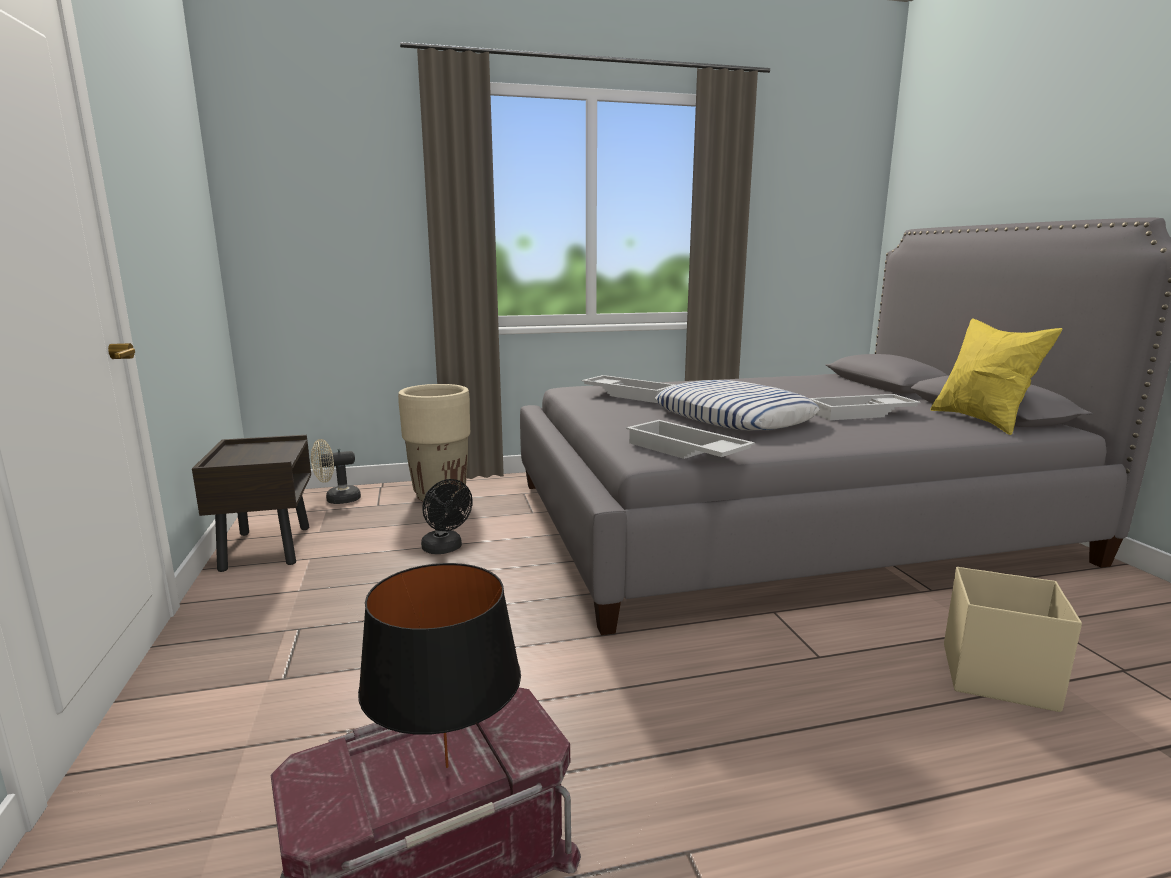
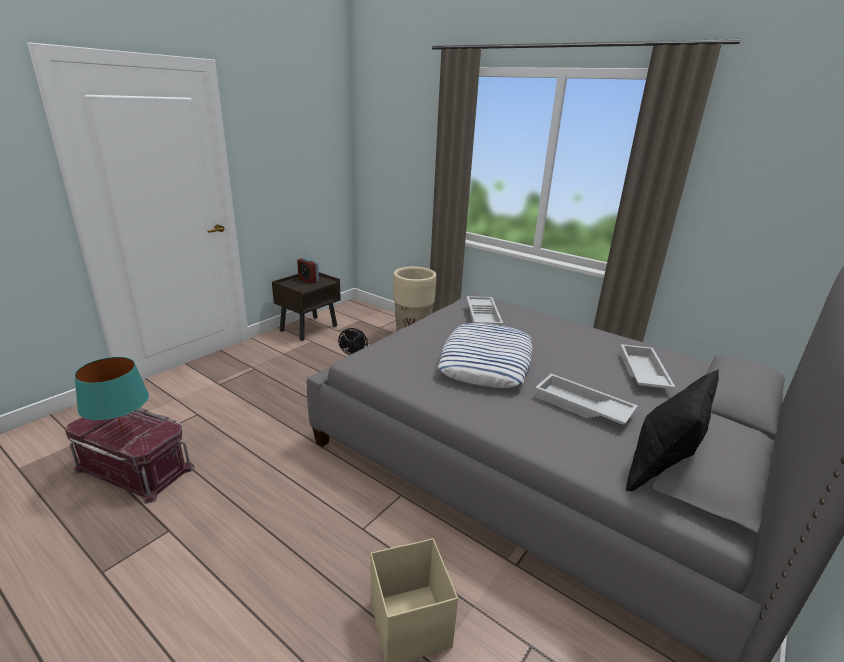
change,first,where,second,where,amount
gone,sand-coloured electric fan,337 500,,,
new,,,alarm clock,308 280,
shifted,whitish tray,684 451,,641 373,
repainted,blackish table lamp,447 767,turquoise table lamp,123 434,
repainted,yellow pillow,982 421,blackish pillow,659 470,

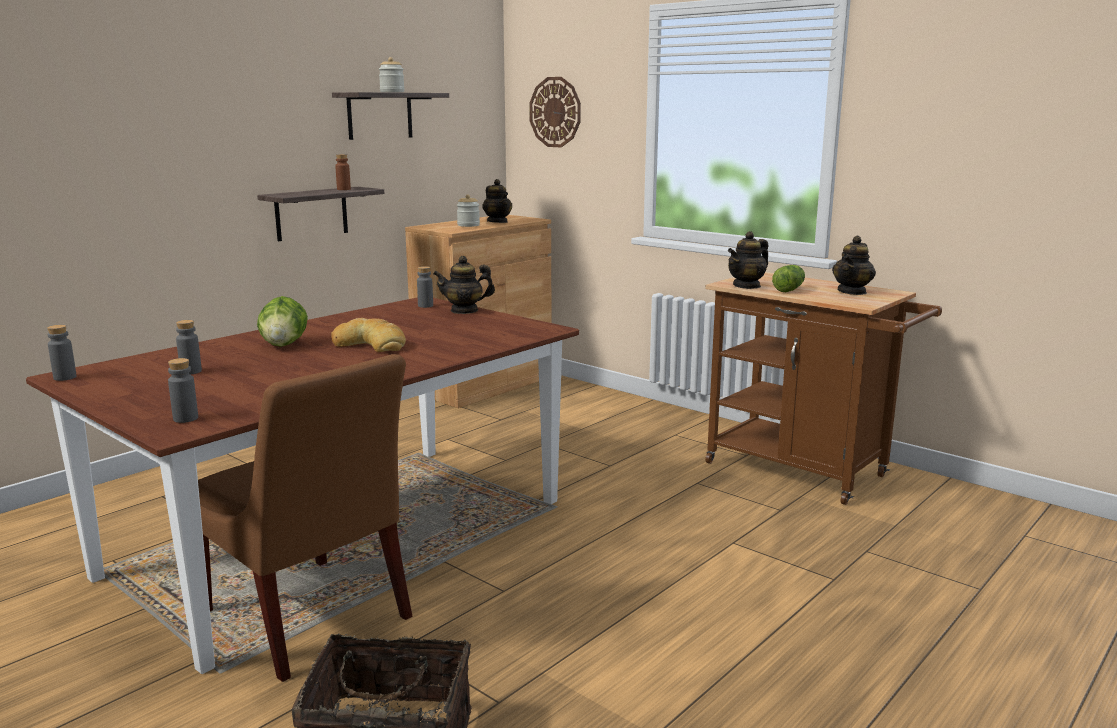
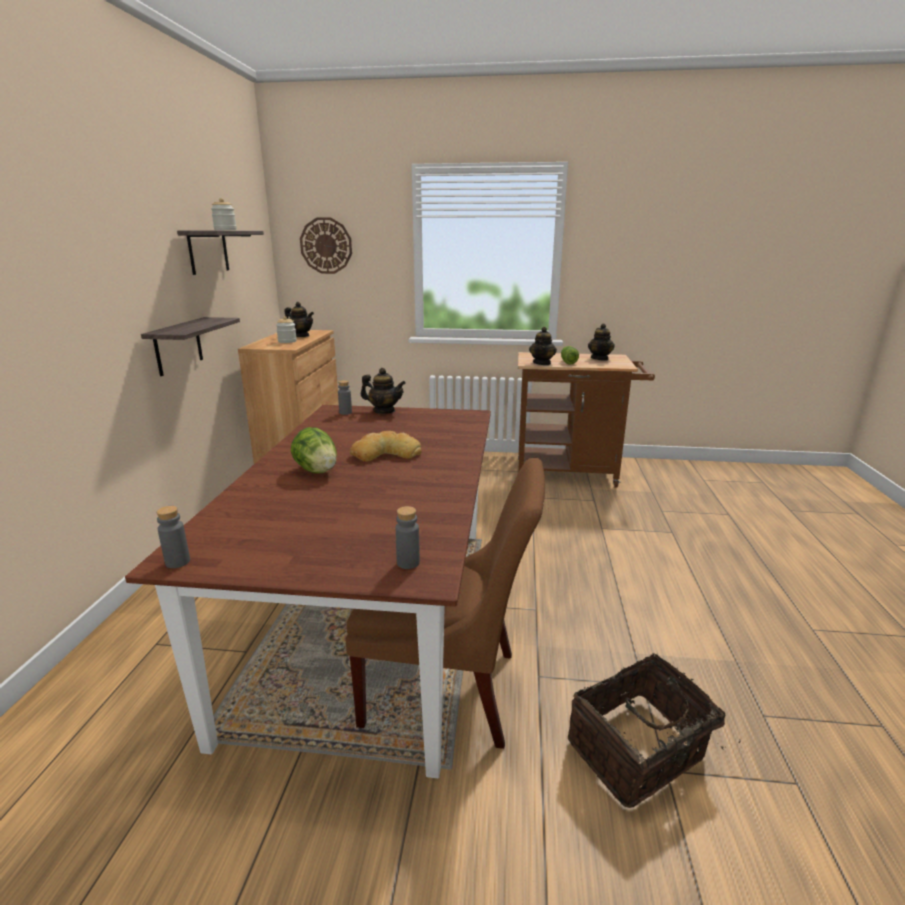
change,first,where,second,where,amount
gone,gray drink bottle,191 371,,,
gone,brown drink bottle,343 189,,,
rotated,tea pot,464 310,,384 411,120 degrees counterclockwise

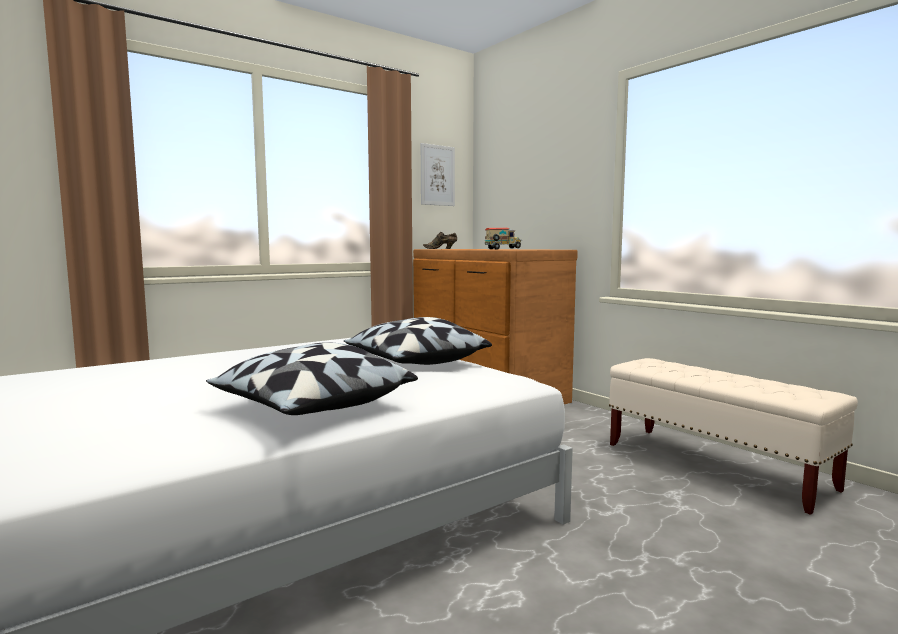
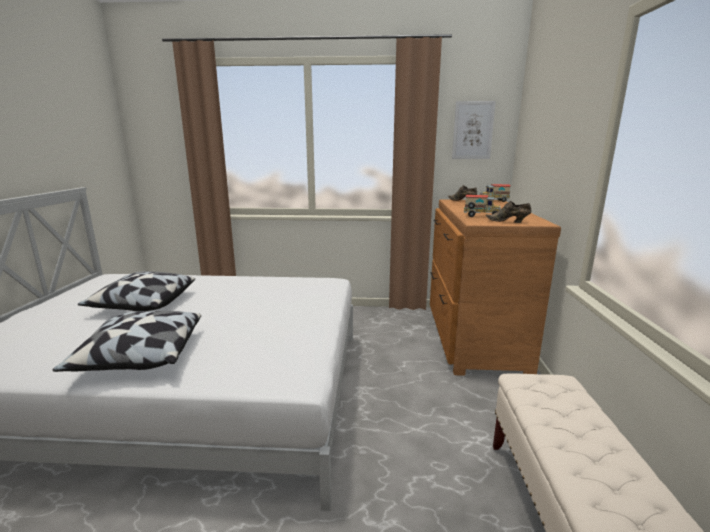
change,first,where,second,where,amount
new,,,toy truck,493 201,
new,,,brown item of footwear,508 222,
shifted,pillow,415 363,,143 304,

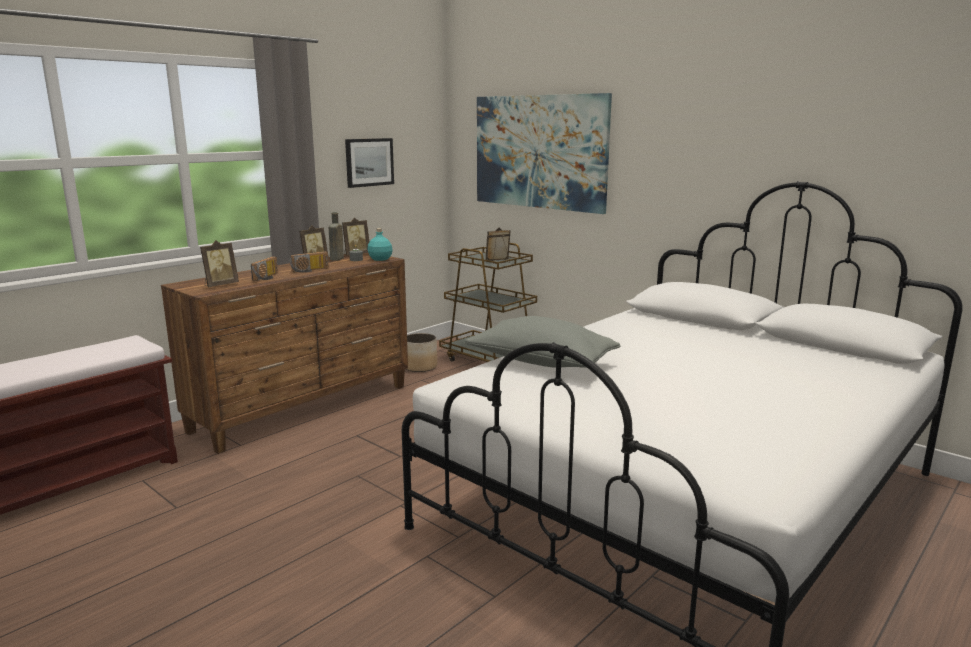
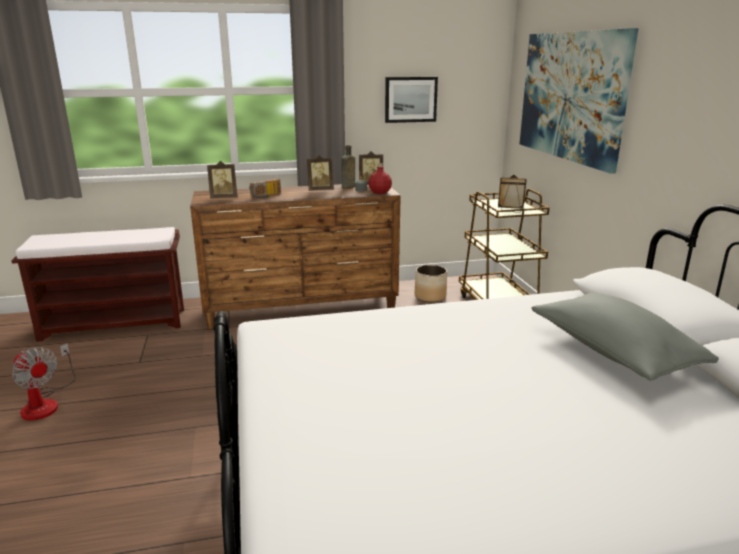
change,first,where,second,where,amount
gone,radio set,310 270,,,
new,,,electric fan,45 403,
shifted,gray pillow,541 363,,612 353,
repainted,turquoise drink bottle,380 259,reddish drink bottle,380 192,

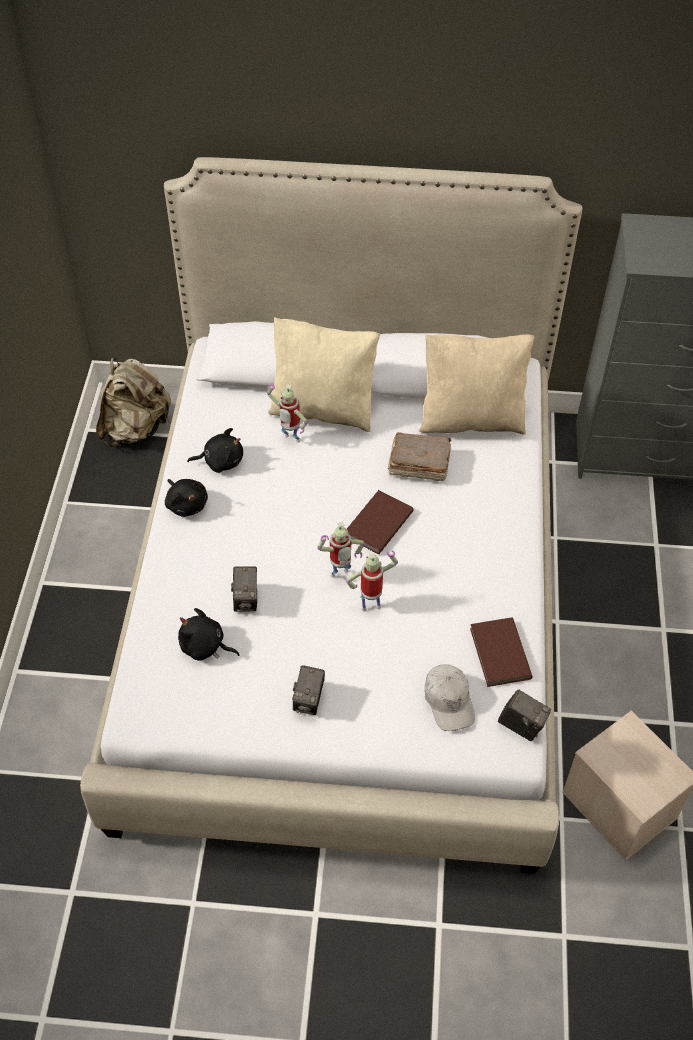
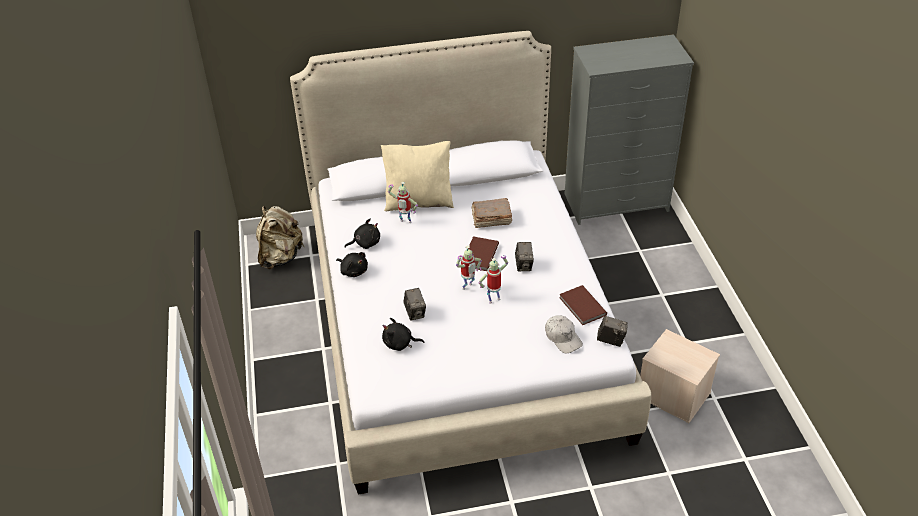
change,first,where,second,where,amount
gone,sand-coloured pillow,471 418,,,
shifted,photo camera,309 700,,524 265,

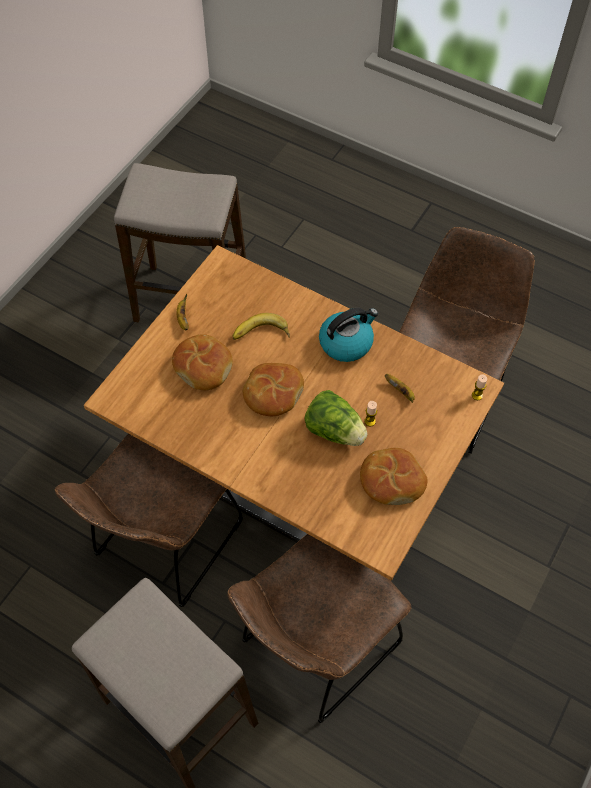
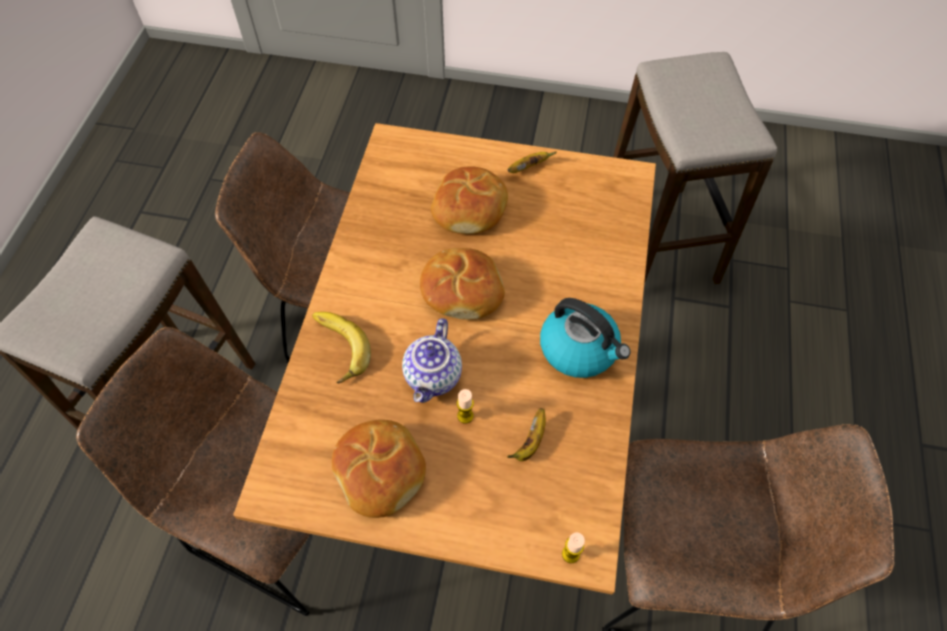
change,first,where,second,where,amount
shifted,banana fruit,261 335,,336 348,
swapped,head of lettuce,334 430,tea pot,434 377,

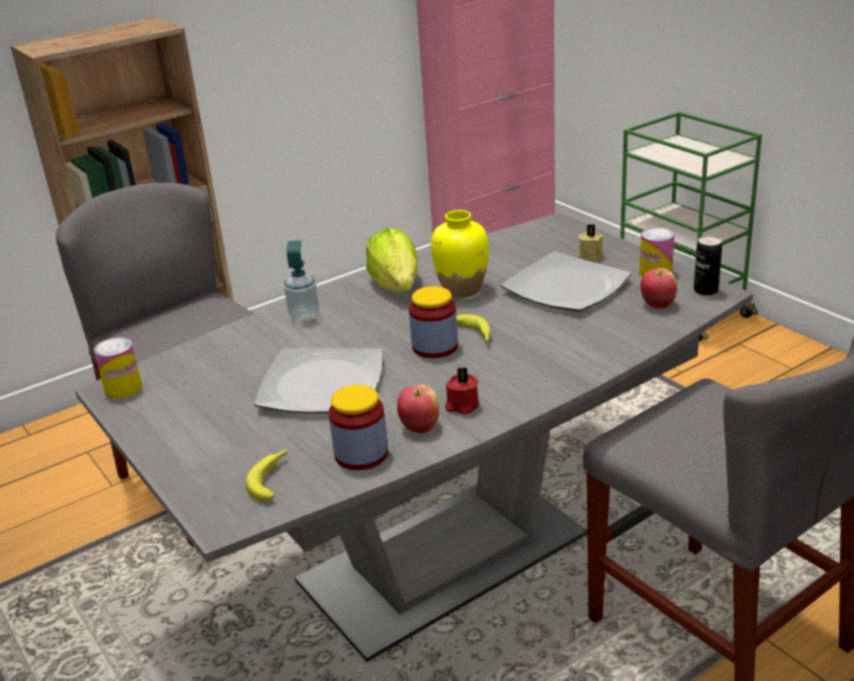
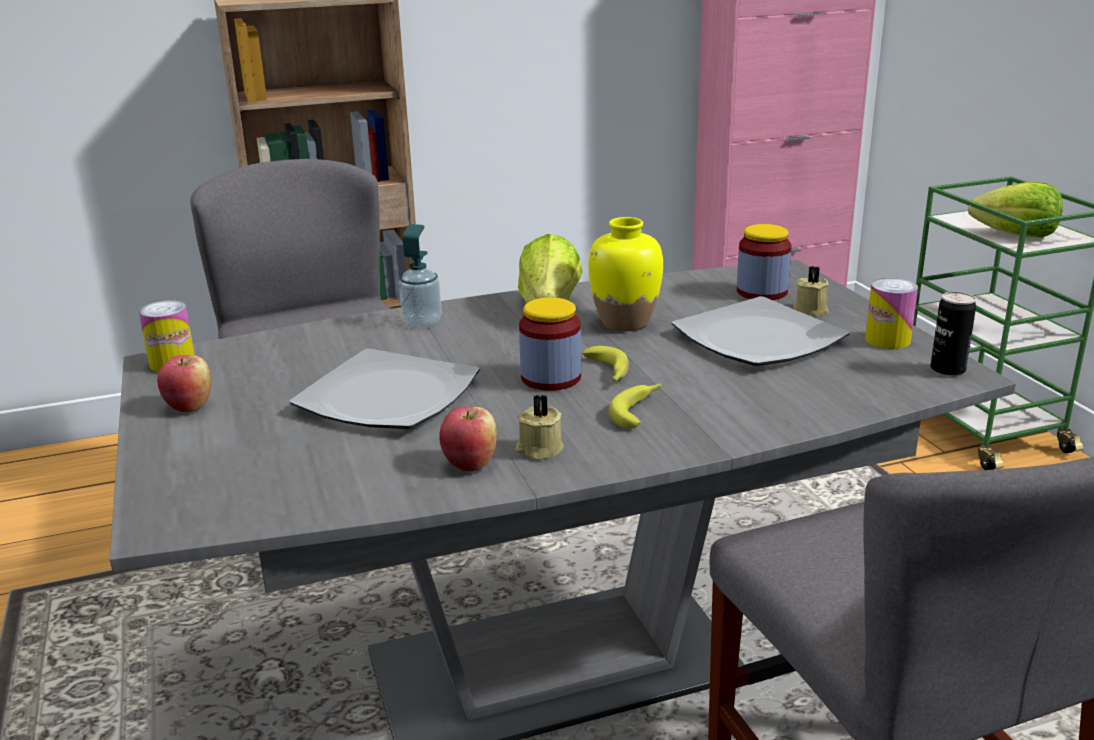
change,first,where,second,where,amount
new,,,head of lettuce,1016 235,
shifted,banana fruit,272 479,,639 410,
shifted,preserve jar,361 454,,762 292,
shifted,whole apple,658 304,,189 407,
repainted,reddish wax light,462 406,sand-coloured wax light,539 449,

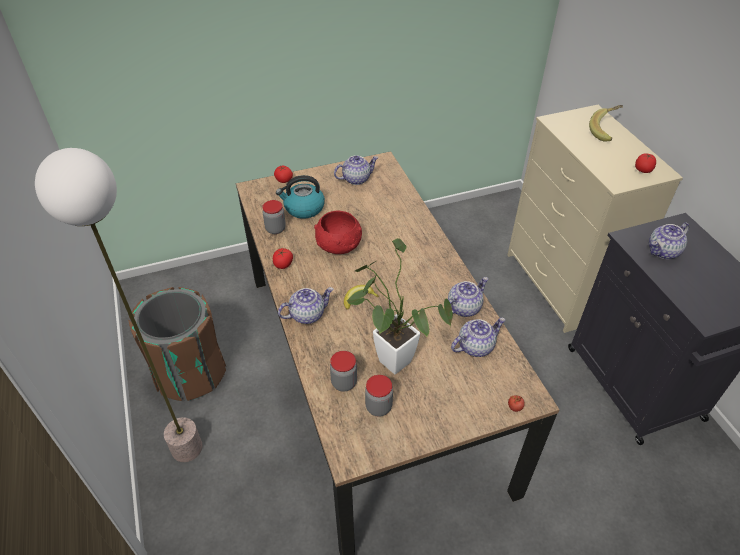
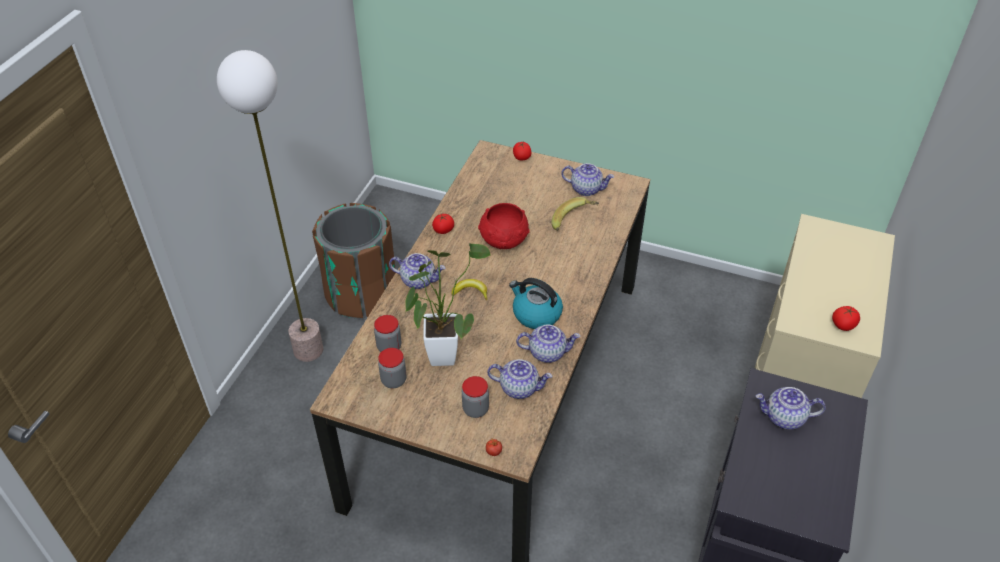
change,first,where,second,where,amount
shifted,preserve jar,275 229,,475 409,
shifted,tea kettle,303 208,,536 314,
shifted,banana fruit,606 131,,574 222,

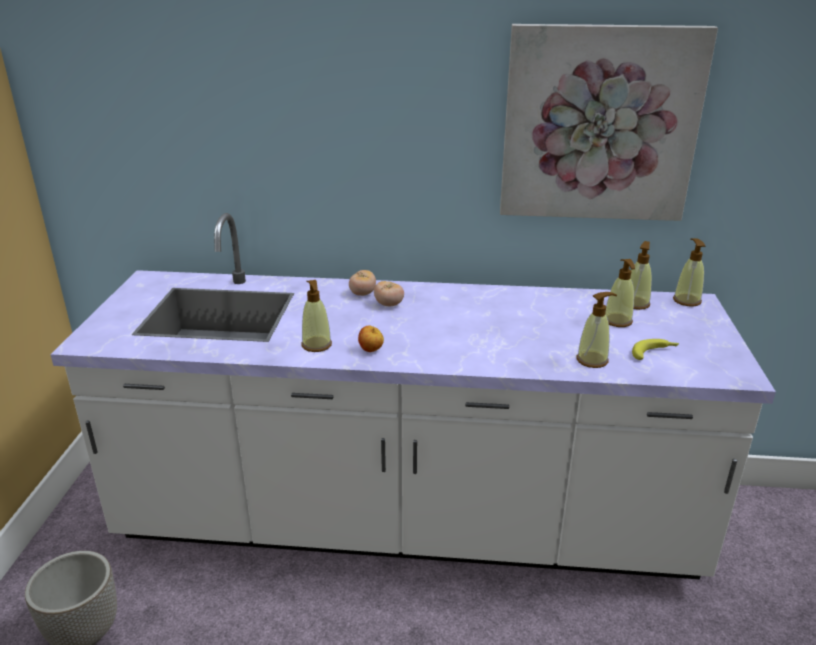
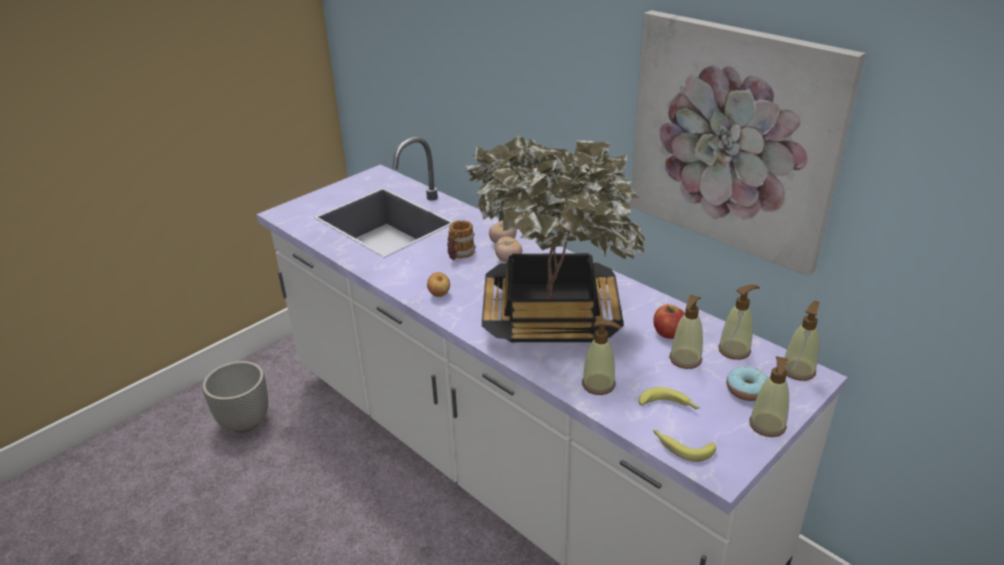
change,first,where,second,where,amount
new,,,tea mug,459 255,
new,,,houseplant,550 318,
new,,,whole apple,668 333,
new,,,banana fruit,681 447,
new,,,ring doughnut,747 390,
shifted,liquid soap bottle,316 345,,767 425,

